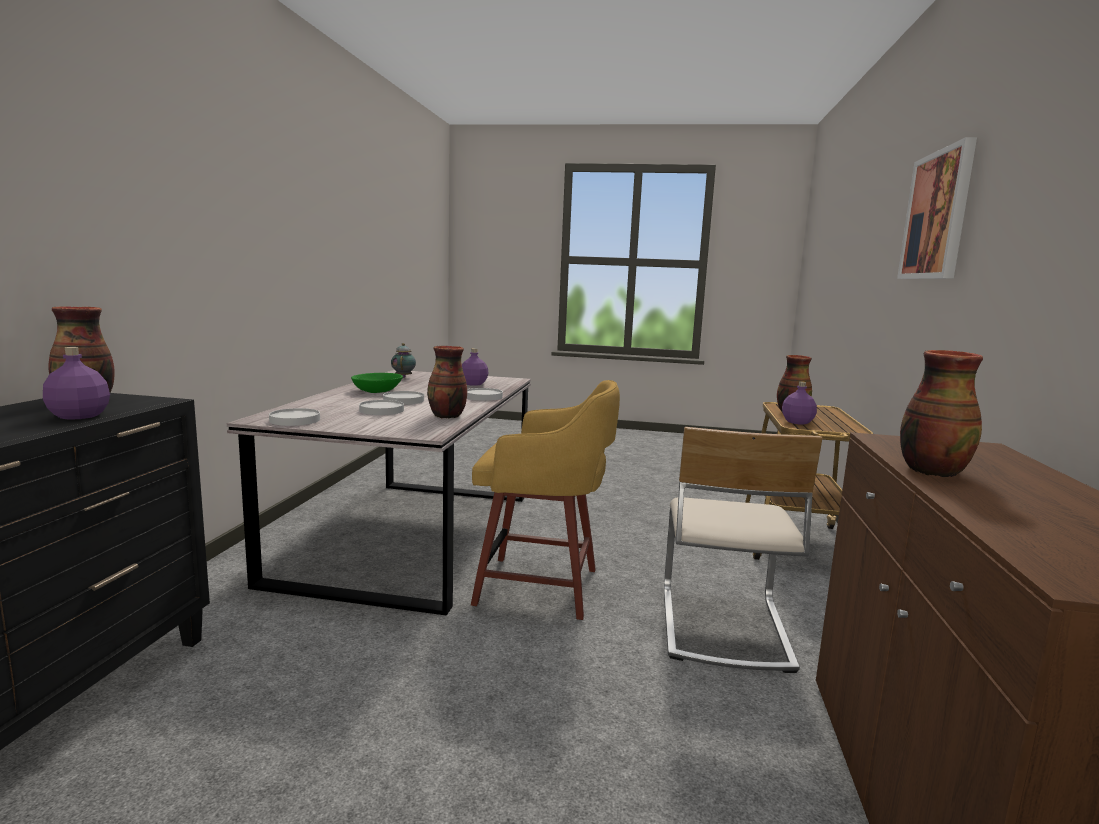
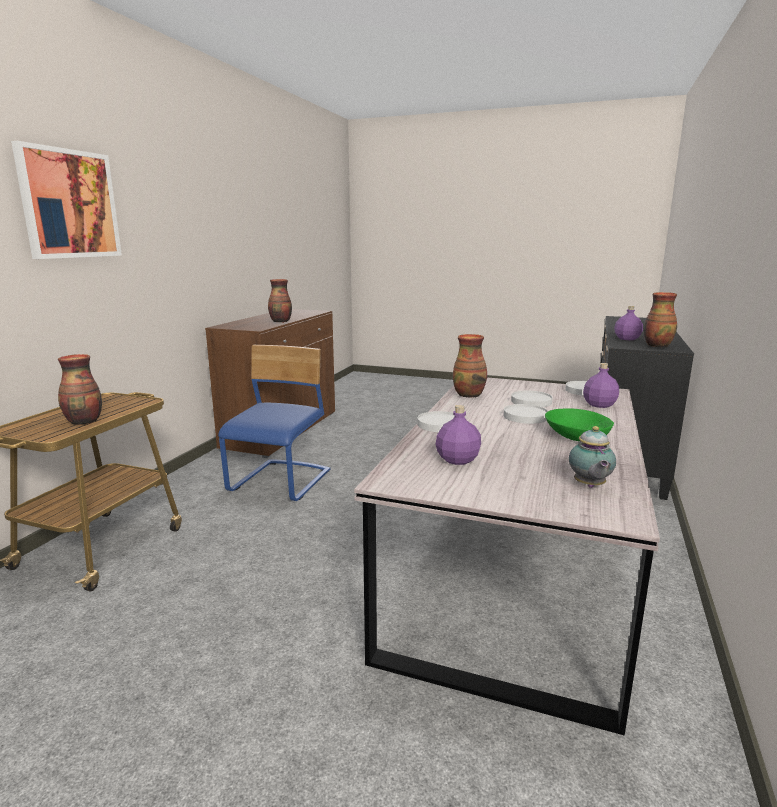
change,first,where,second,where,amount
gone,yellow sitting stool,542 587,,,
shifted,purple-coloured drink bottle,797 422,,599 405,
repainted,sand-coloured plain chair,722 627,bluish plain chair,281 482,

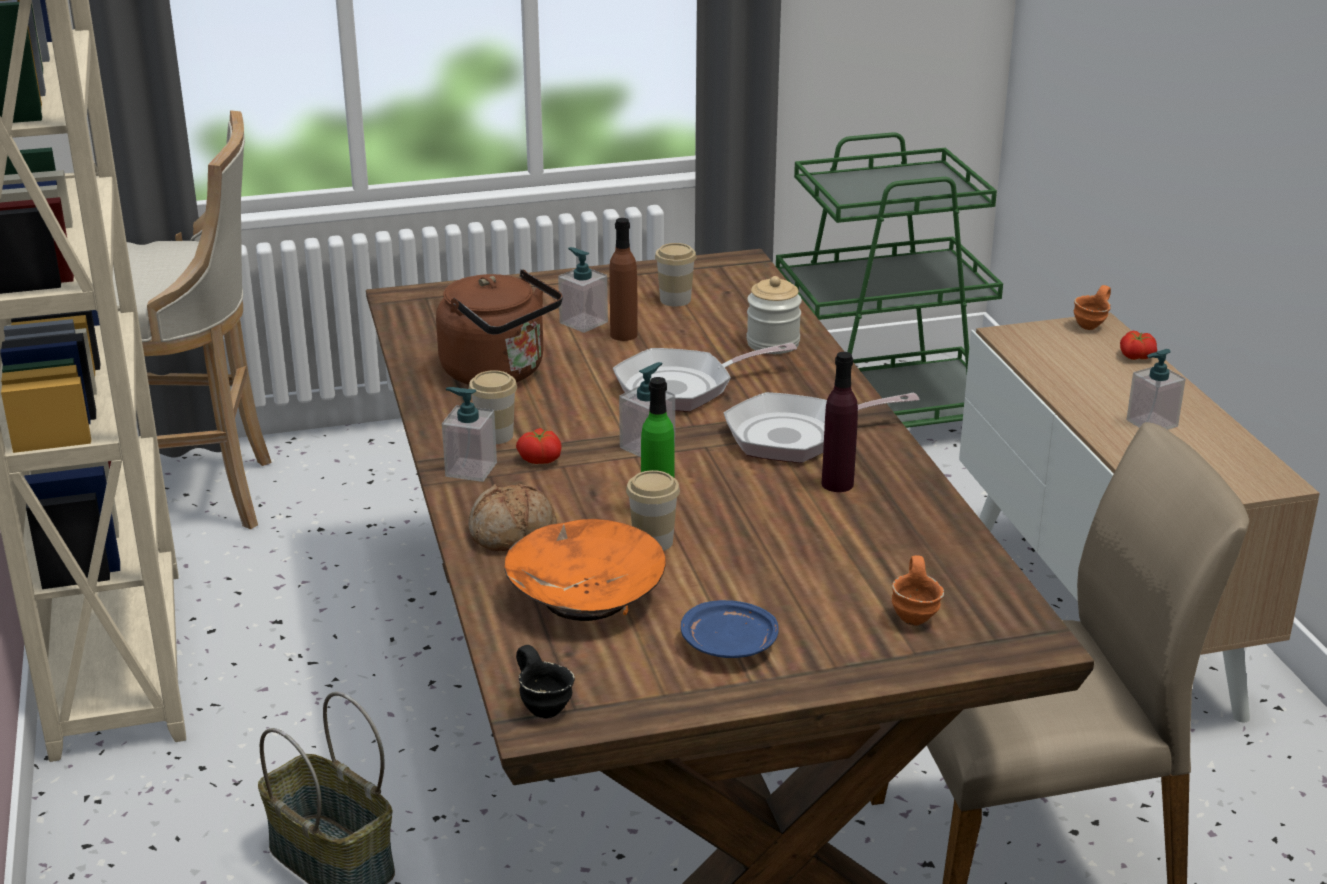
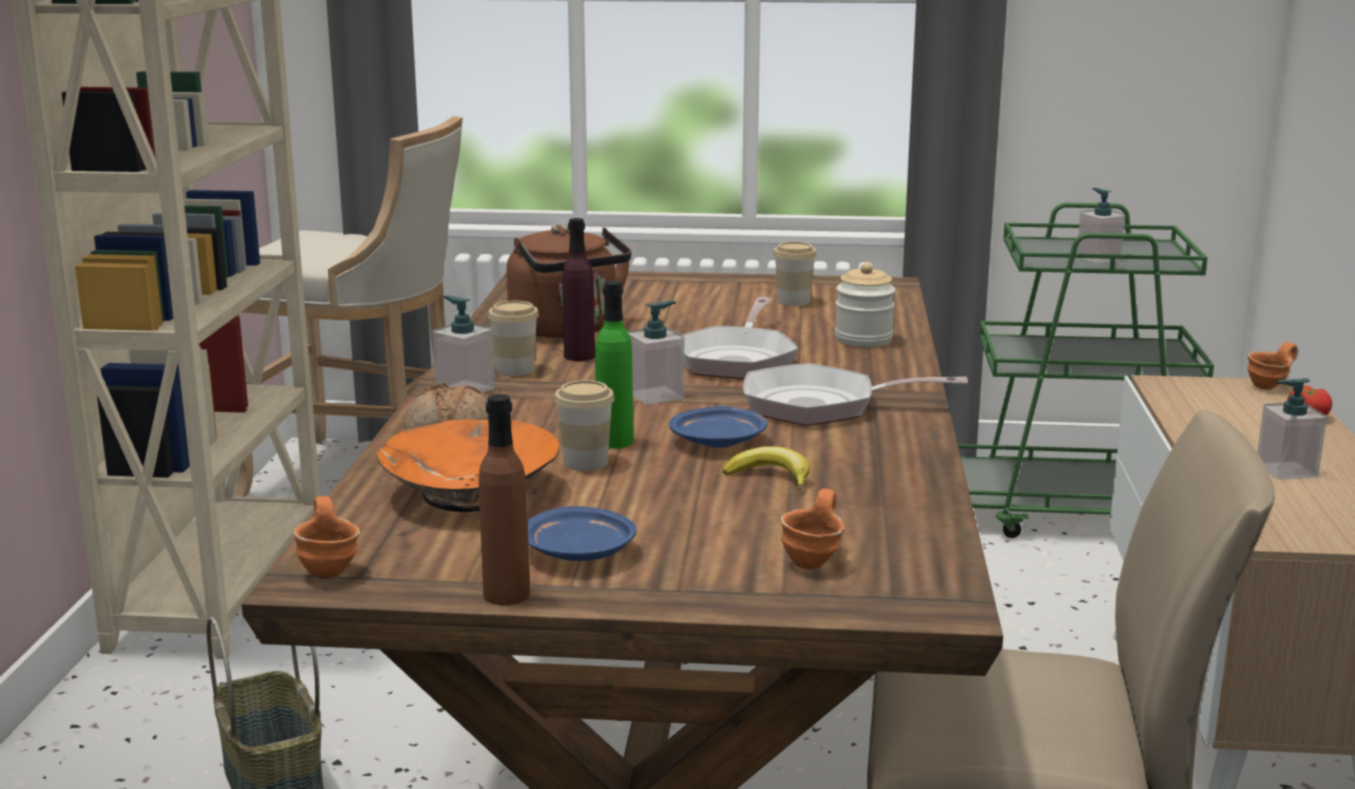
change,first,where,second,where,amount
gone,whole tomato,540 458,,,
new,,,bluish dinner plate,719 441,
new,,,banana fruit,771 477,
shifted,liquid soap bottle,583 322,,1098 258,
shifted,brown drink bottle,623 335,,506 594,
shifted,purple-coloured drink bottle,837 484,,579 356,
repainted,blackish tea mug,546 707,orange tea mug,332 570,
rotated,pan,682 387,,737 359,75 degrees counterclockwise

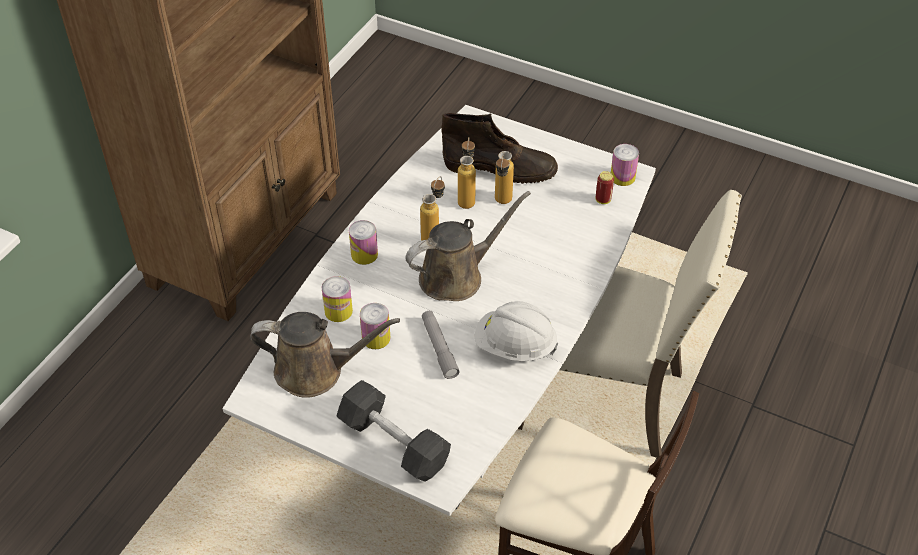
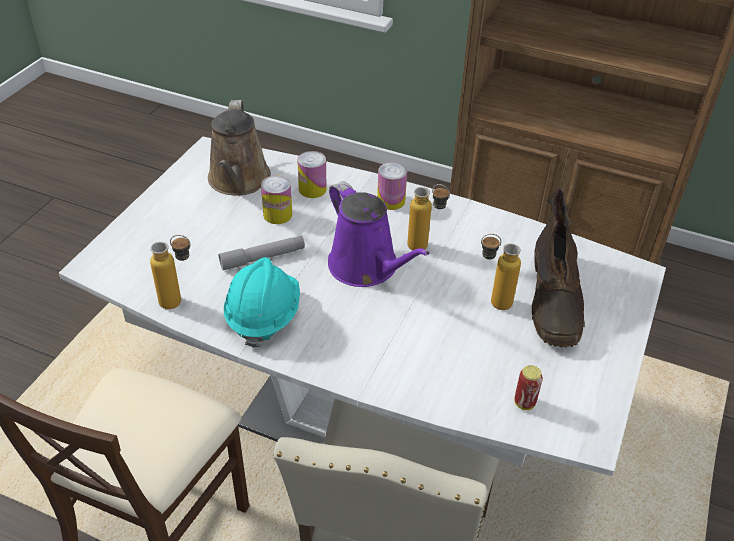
change,first,where,second,where,amount
gone,blackish dumbbell,394 442,,,
gone,can,622 177,,,
shifted,drink bottle,467 198,,179 303,
repainted,brown watering can,456 276,purple-coloured watering can,367 267,
repainted,whitish work helmet,514 346,turquoise work helmet,263 316,

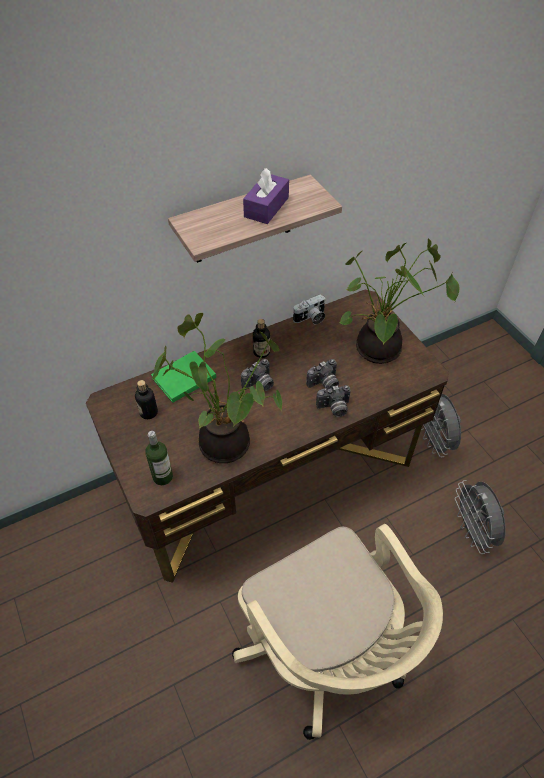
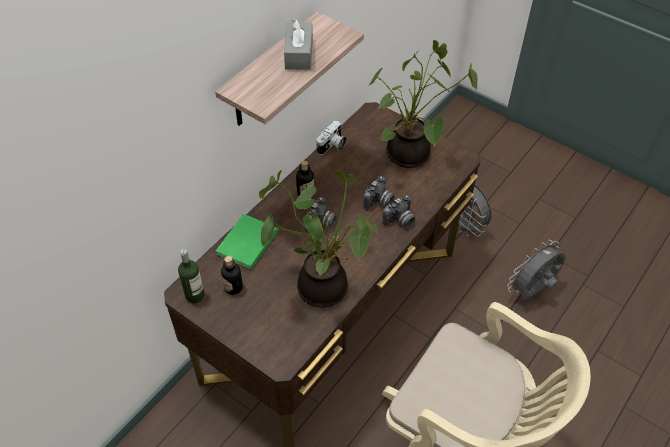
change,first,where,second,where,amount
shifted,drink bottle,163 477,,195 295,
repainted,purple-coloured tissue box,266 207,gray tissue box,299 54,
rotated,gray electric fan,473 531,,532 291,90 degrees clockwise

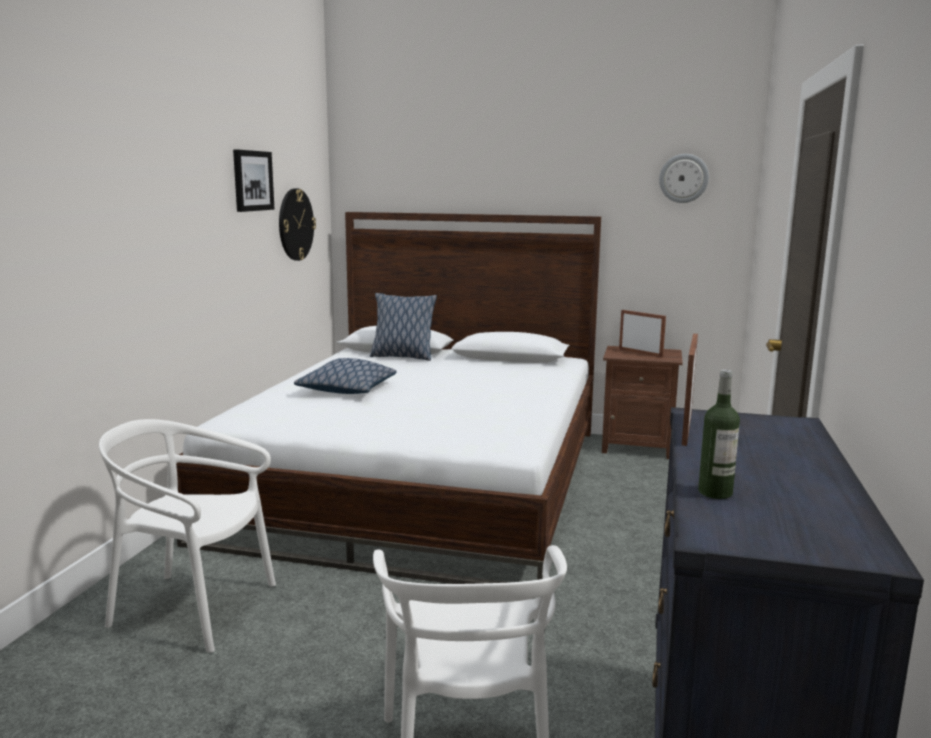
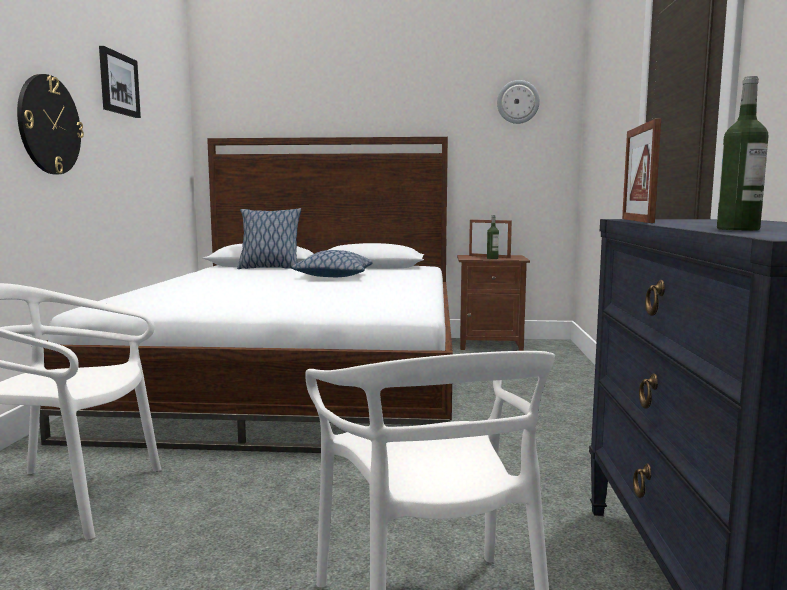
change,first,where,second,where,amount
new,,,drink bottle,492 258,
shifted,wall clock,295 224,,49 125,
shifted,pillow,347 390,,334 276,

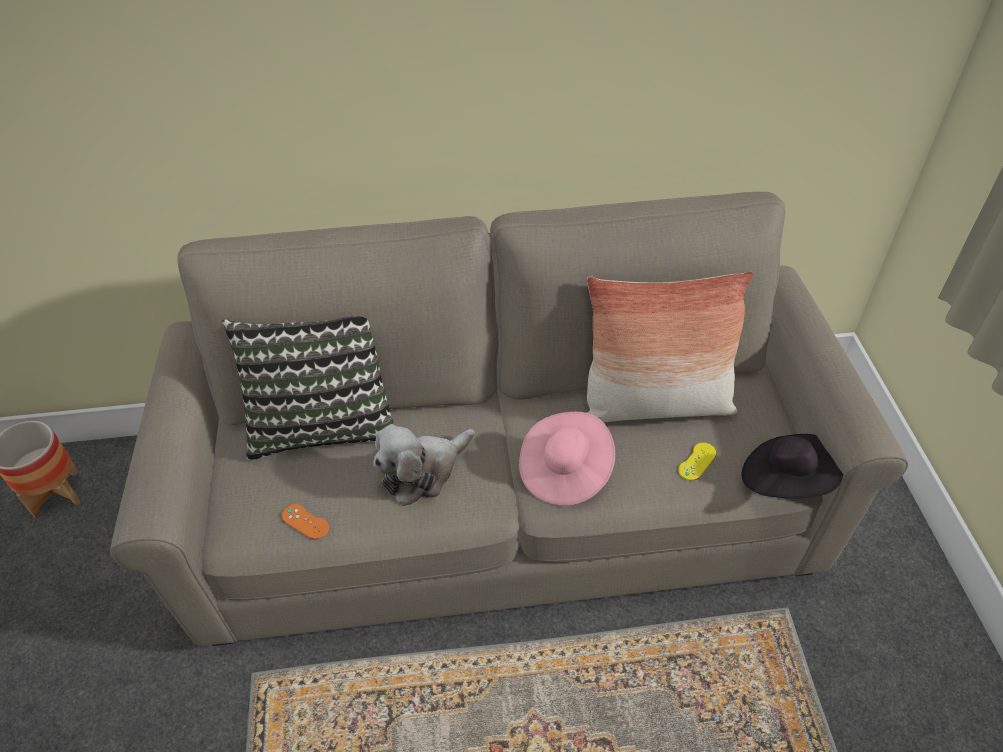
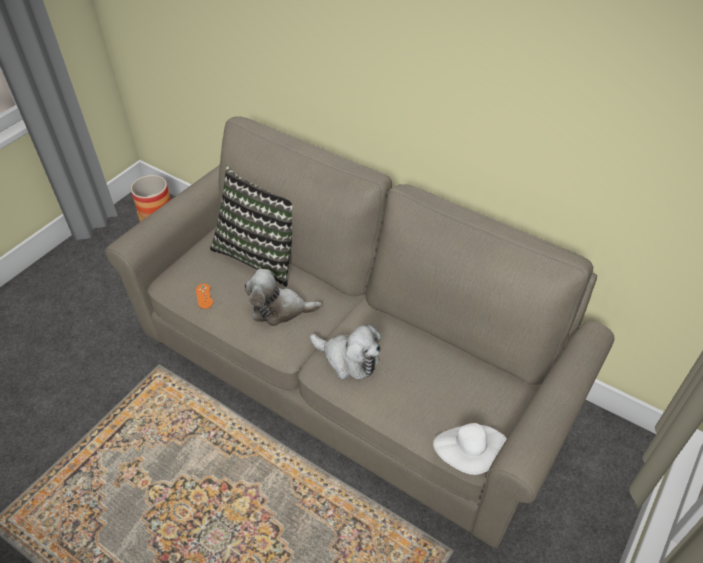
change,first,where,second,where,amount
gone,pillow,655 404,,,
gone,yellow game controller,697 461,,,
swapped,pinkish clothing hat,565 471,plush toy,348 359,
repainted,blackish clothing hat,785 480,whitish clothing hat,469 455,

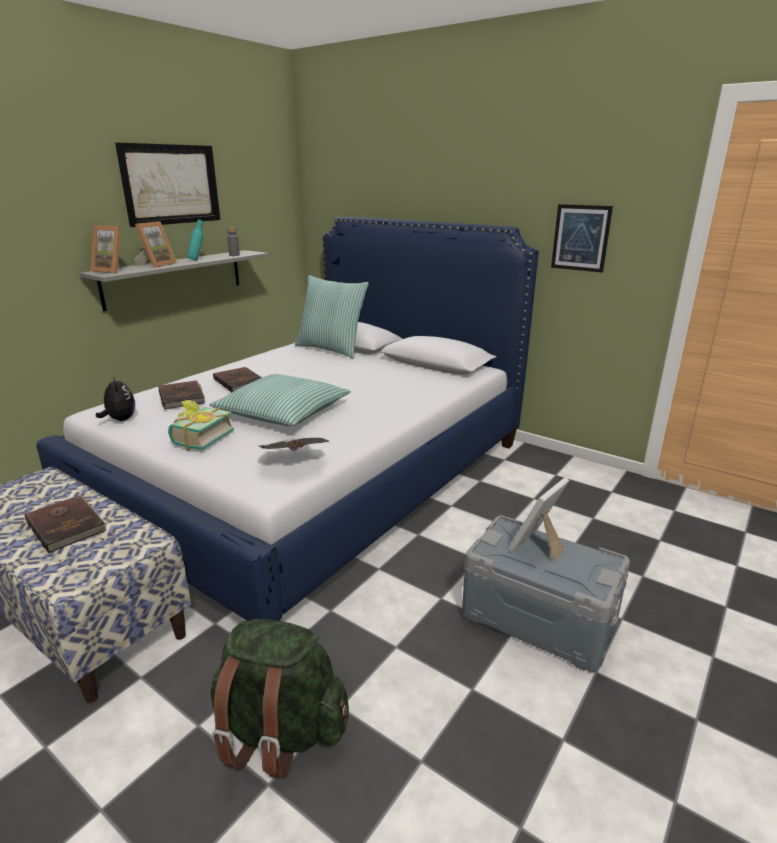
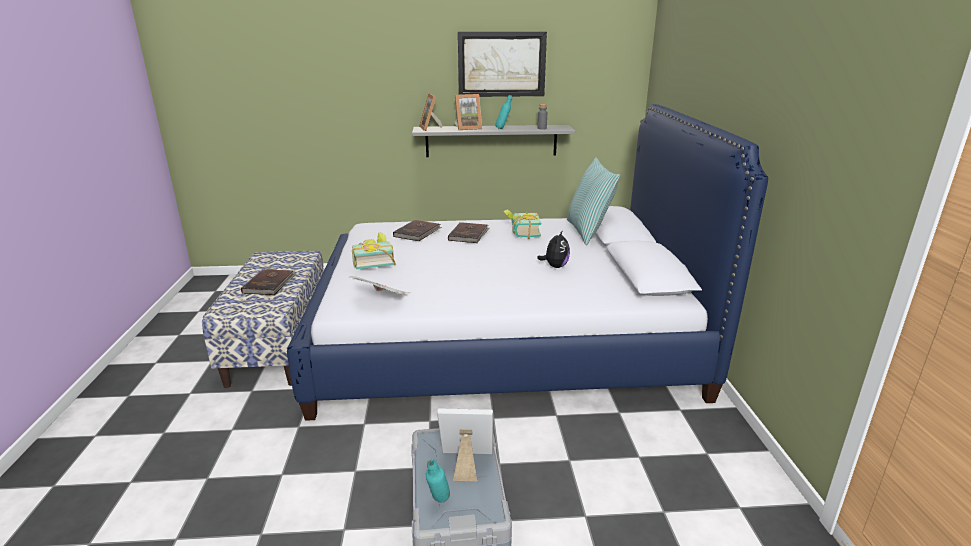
change,first,where,second,where,amount
gone,pillow,283 413,,,
gone,green-coloured backpack,280 732,,,
gone,picture,580 238,,,
new,,,turquoise drink bottle,438 504,
new,,,volume,521 233,
shifted,plush toy,120 419,,555 266,

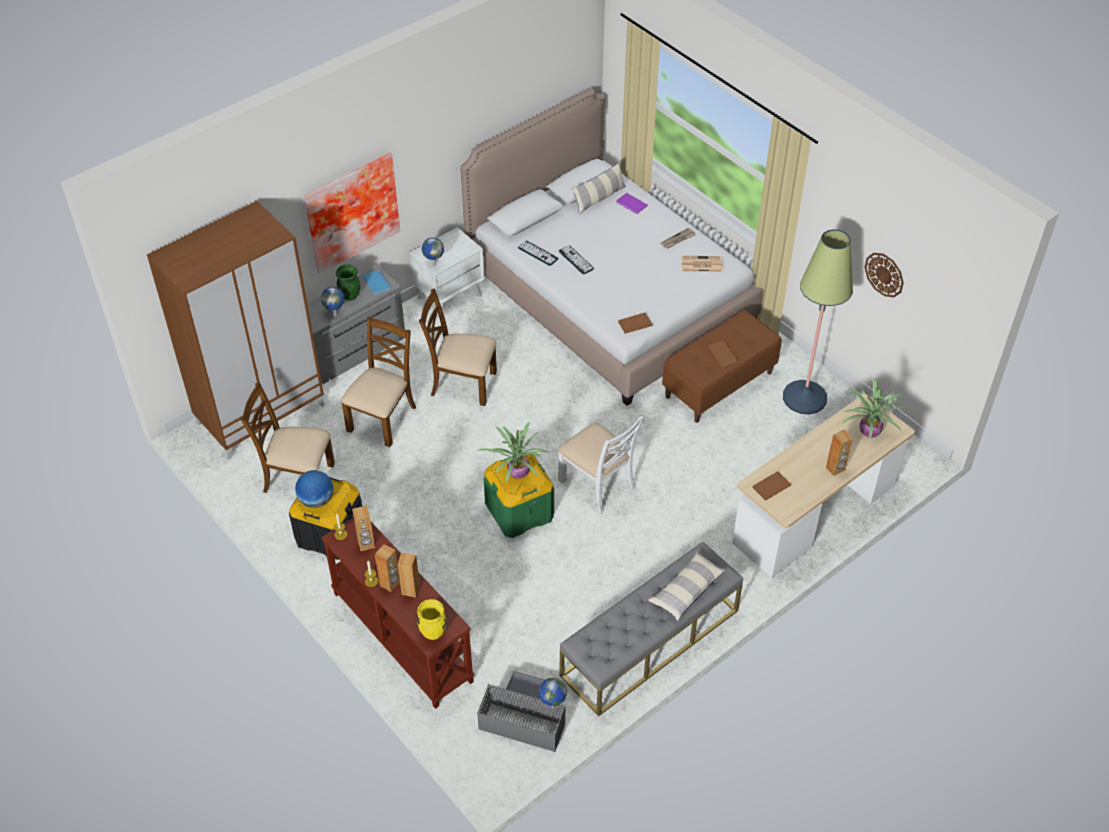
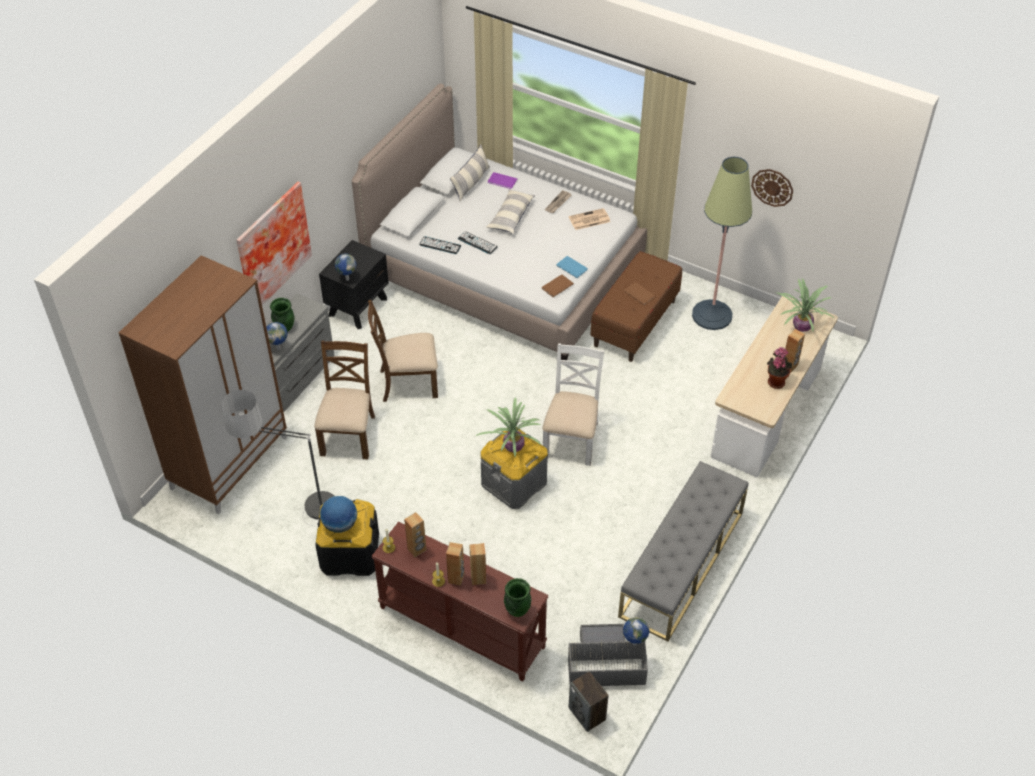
change,first,where,second,where,amount
gone,brown volume,770 486,,,
new,,,speaker,587 714,
new,,,houseplant,775 381,
shifted,bluish volume,377 282,,572 267,
shifted,pillow,686 590,,511 216,
swapped,brown plain chair,297 478,standing lamp,294 512,
repainted,whitish nightstand,450 296,blackish nightstand,358 306,
repainted,yellow decorative vase,433 632,green-coloured decorative vase,517 609,
repainted,green-coloured storage box,519 511,gray storage box,514 483,
rotated,whitish plain chair,598 484,,572 439,105 degrees counterclockwise

